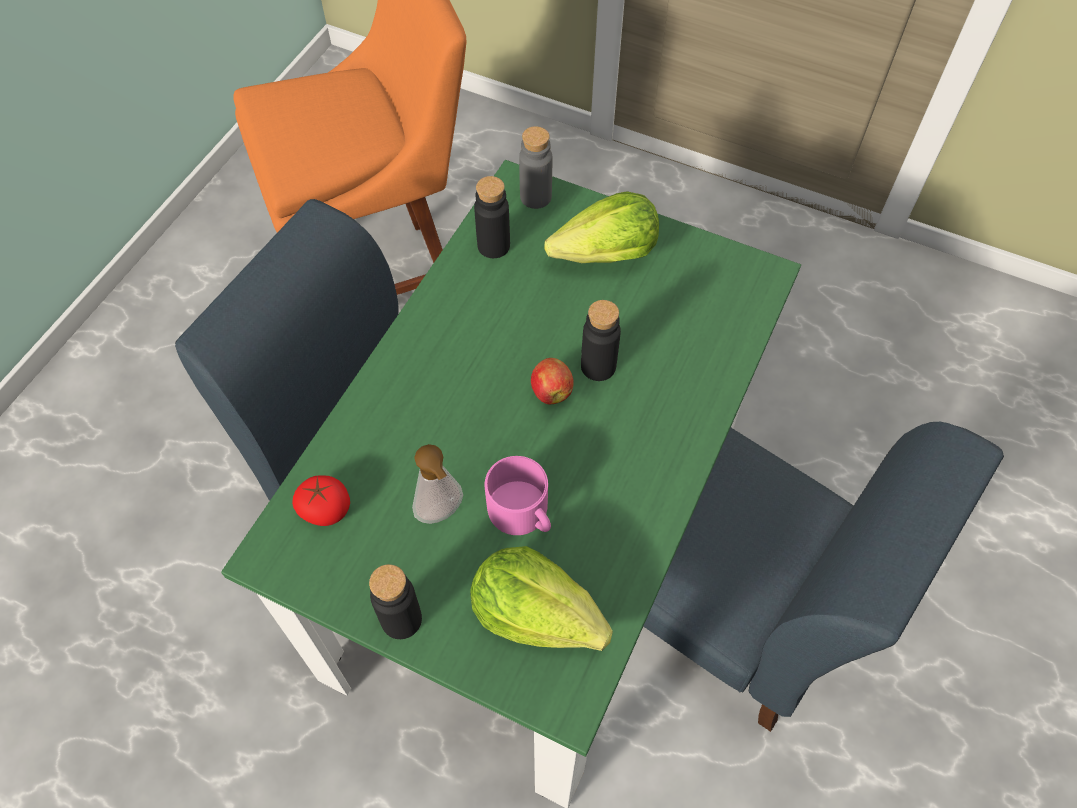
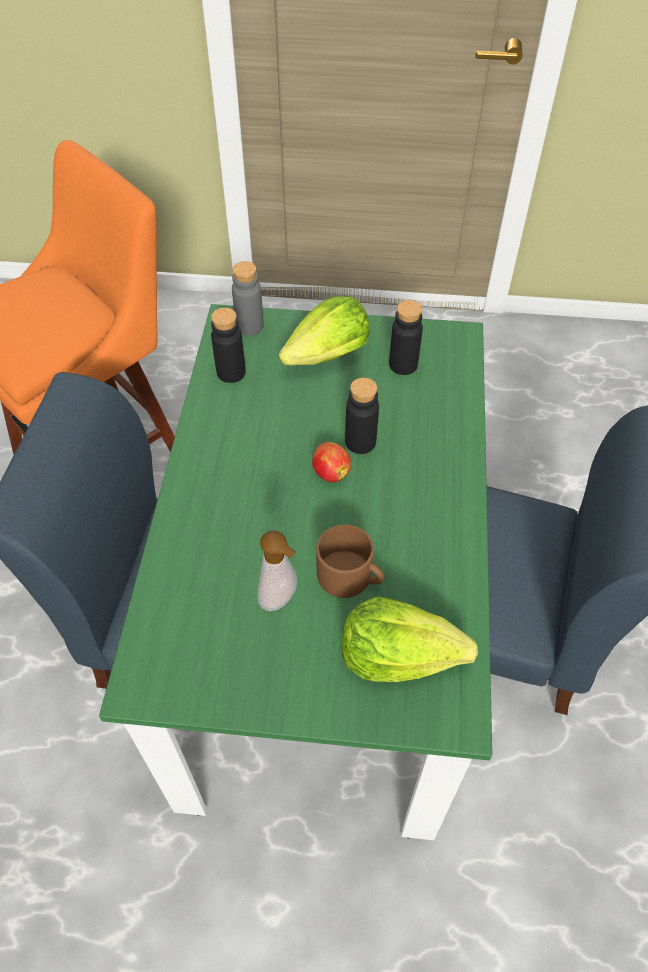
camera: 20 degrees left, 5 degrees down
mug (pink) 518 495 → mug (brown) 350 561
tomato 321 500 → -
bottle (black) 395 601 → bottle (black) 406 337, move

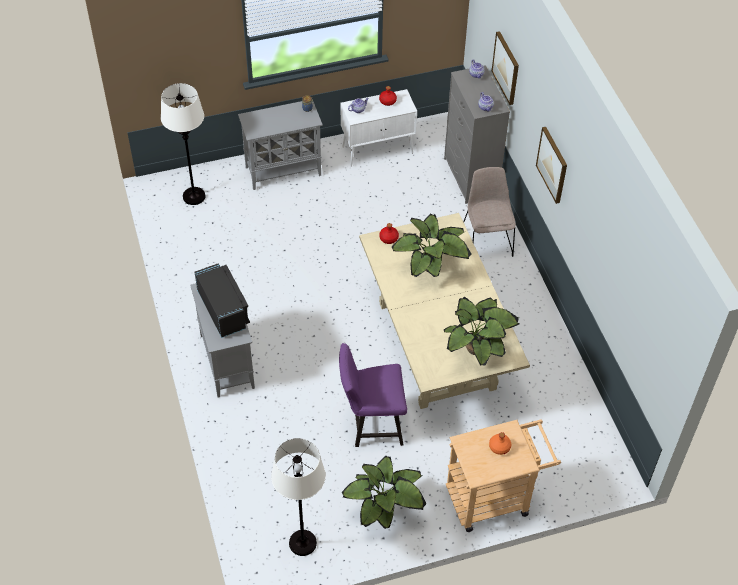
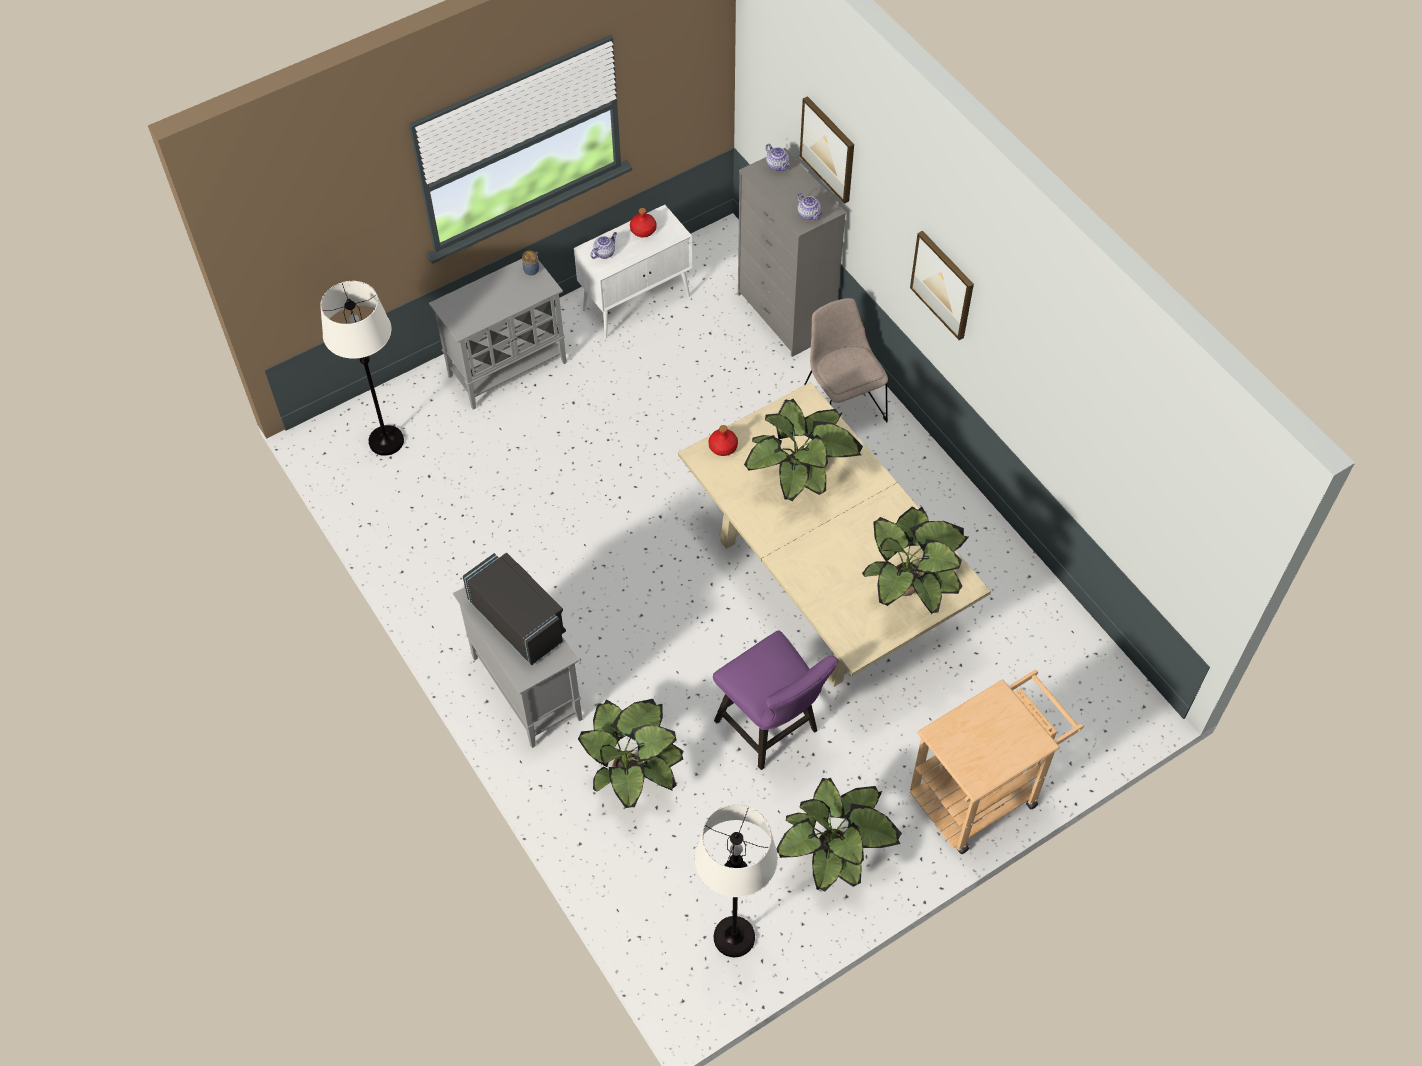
camera: 15 degrees left, 5 degrees up
chair (purple) 373 395 → chair (purple) 775 700, 105 degrees counterclockwise
bottle (orange) 500 443 → -
- → potted plant 631 753

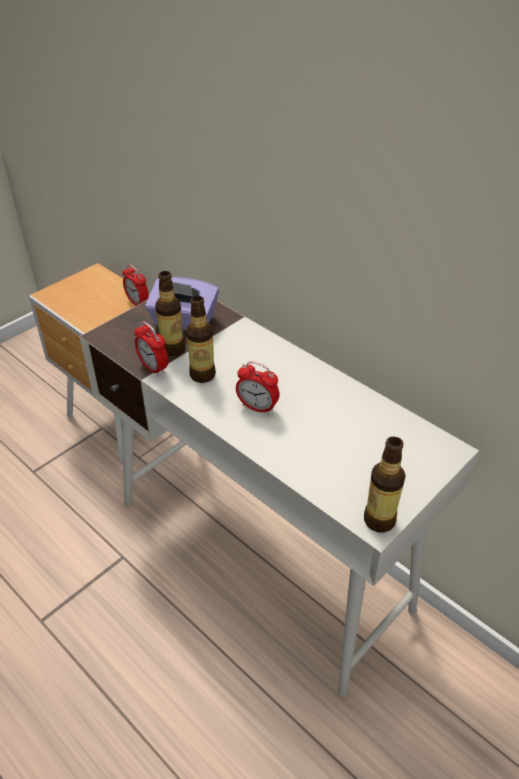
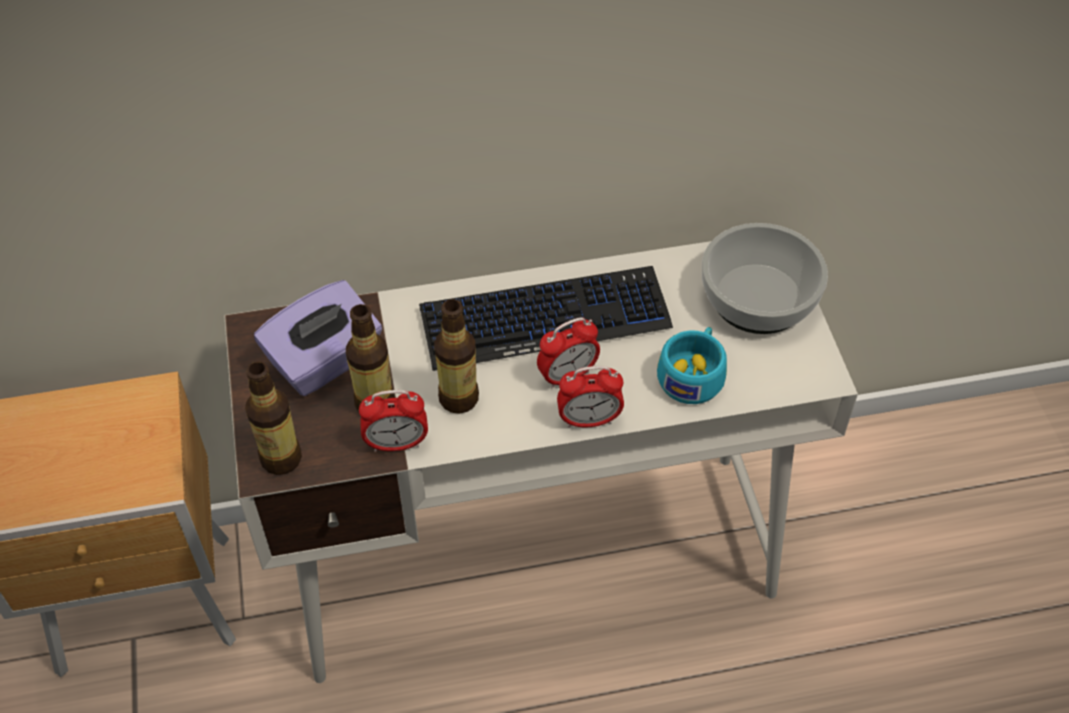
camera: 55 degrees left, 10 degrees up
alarm clock 135 285 → alarm clock 590 397, move
bottle 385 484 → bottle 273 418, move
- → bowl 765 278
- → keyboard 546 318
- → cup (turquoise) 692 365

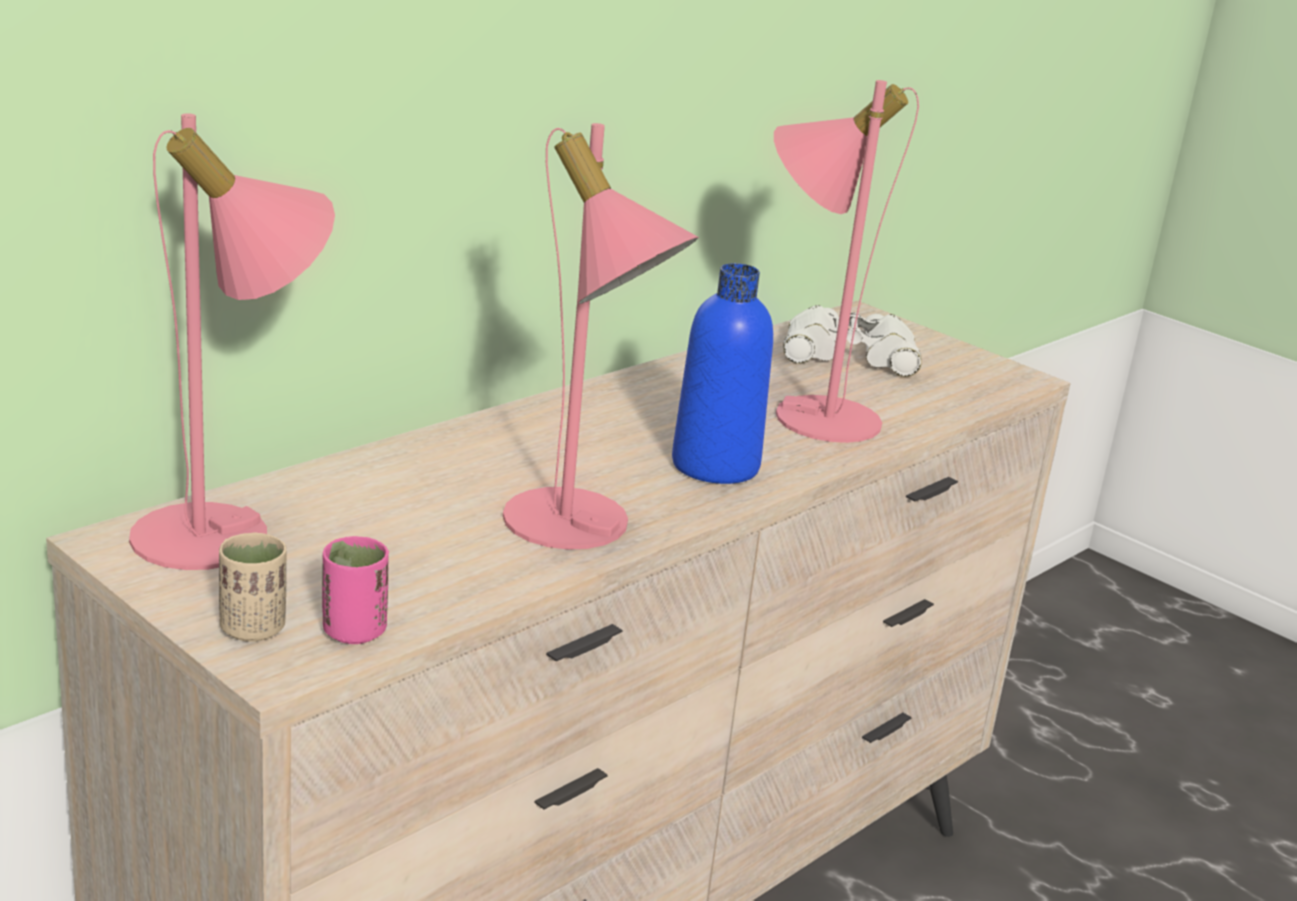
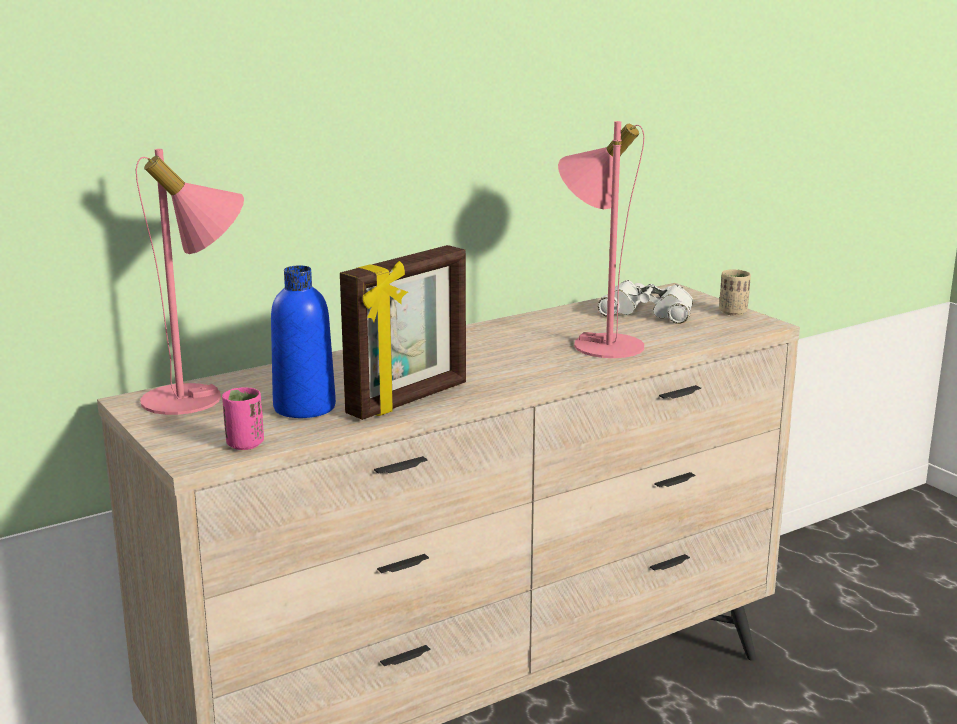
camera: 15 degrees right, 5 degrees down
table lamp (pink) 601 336 → picture frame 403 332
bottle (blue) 722 373 → bottle (blue) 303 341, move
cup (beige) 253 587 → cup (beige) 735 292, move

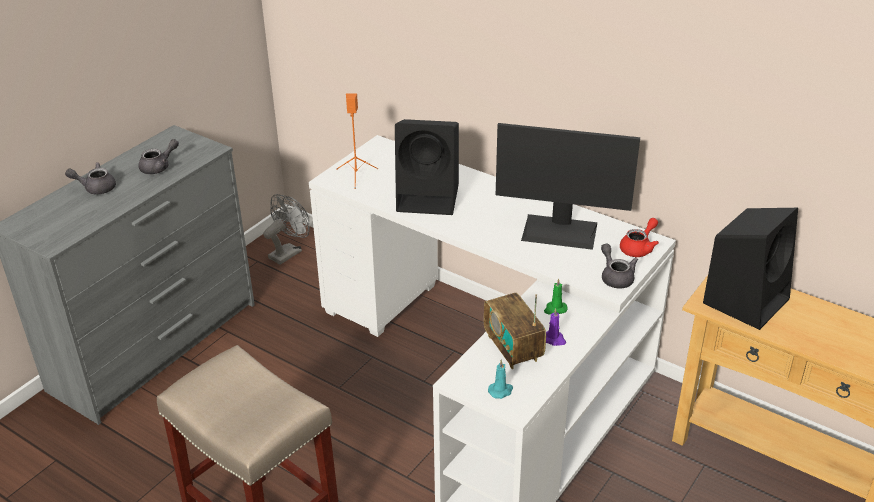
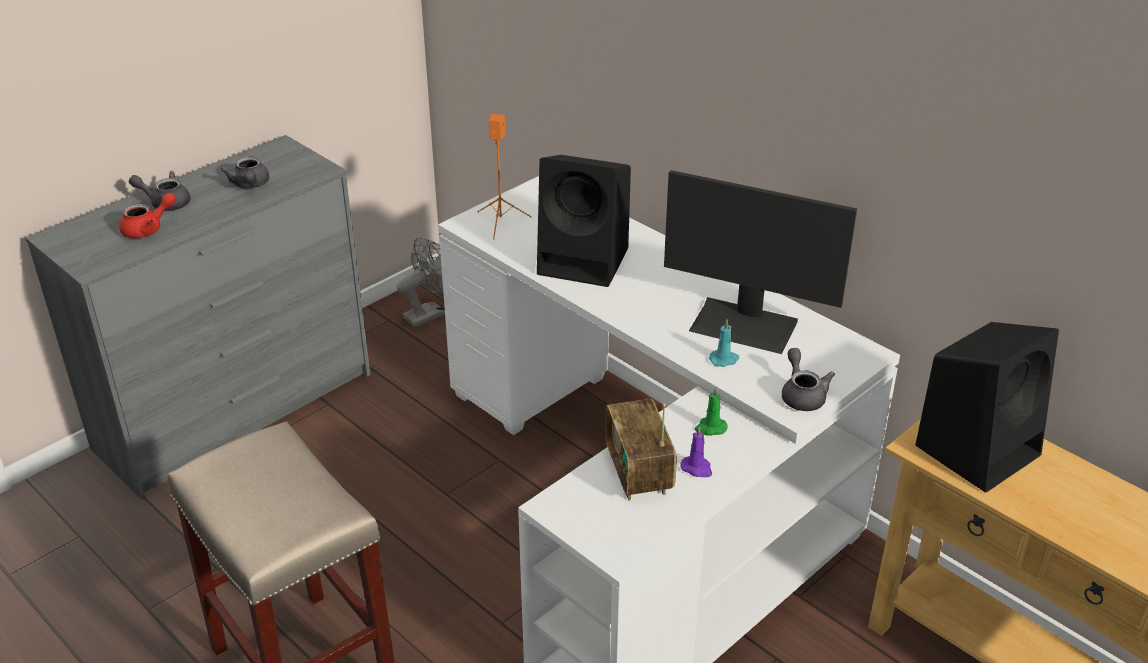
camera: 10 degrees right, 0 degrees up
teapot (grey) 159 156 → teapot (grey) 245 172, 105 degrees clockwise
teapot (red) 639 237 → teapot (red) 147 215, move
candle (turquoise) 500 379 → candle (turquoise) 724 343, move

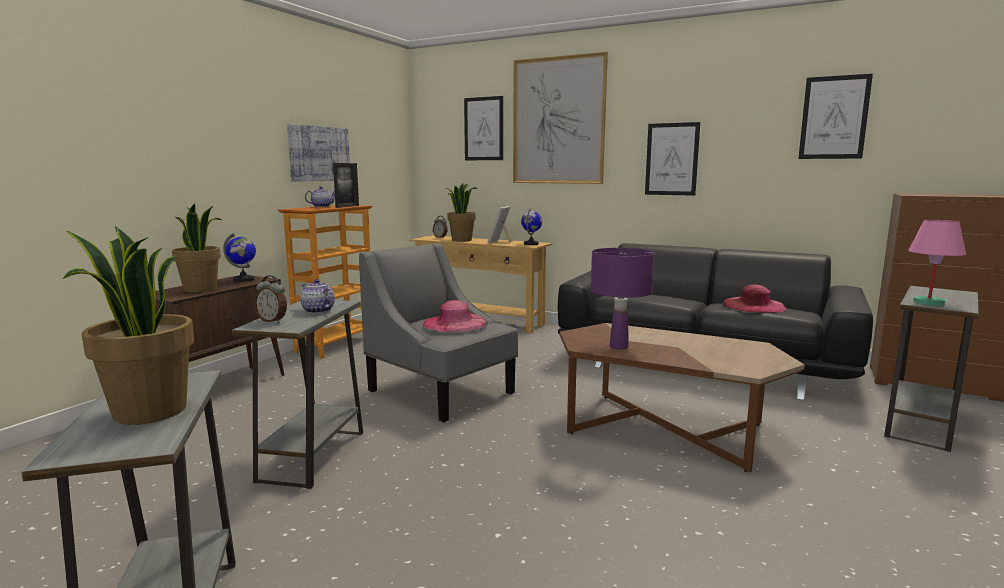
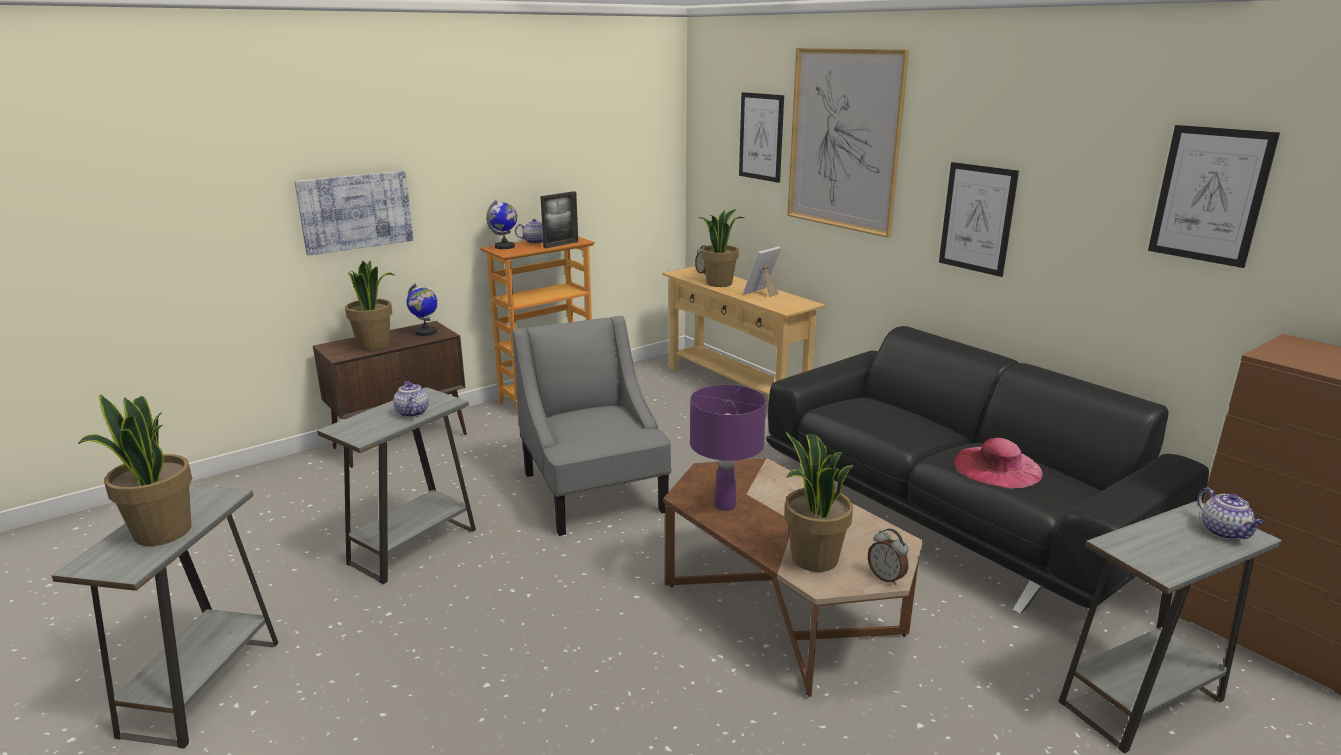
camera: 25 degrees right, 10 degrees up
picture 318 153 → picture 353 213, move
globe 531 227 → globe 501 224, move
table lamp (pink) 937 263 → -
alarm clock 270 299 → alarm clock 888 556, move
hat (pink) 455 316 → -
- → potted plant 819 502
- → teapot 1231 513

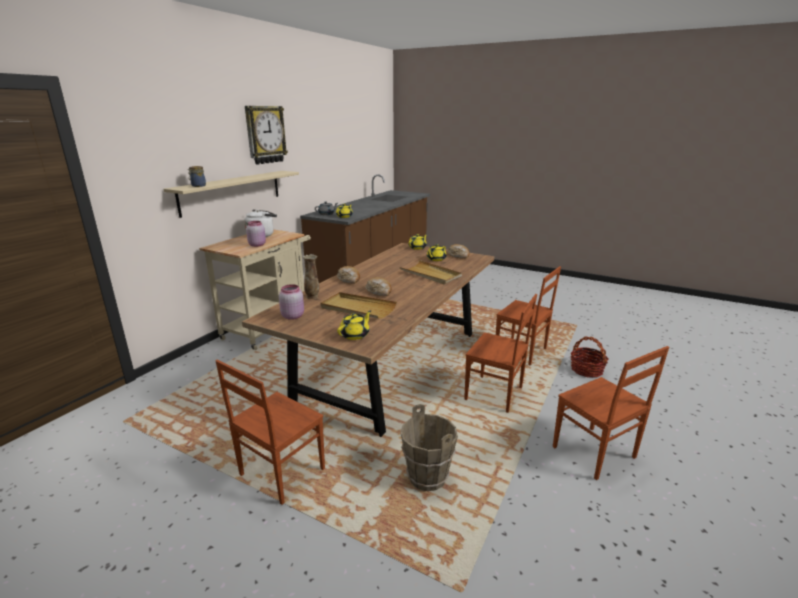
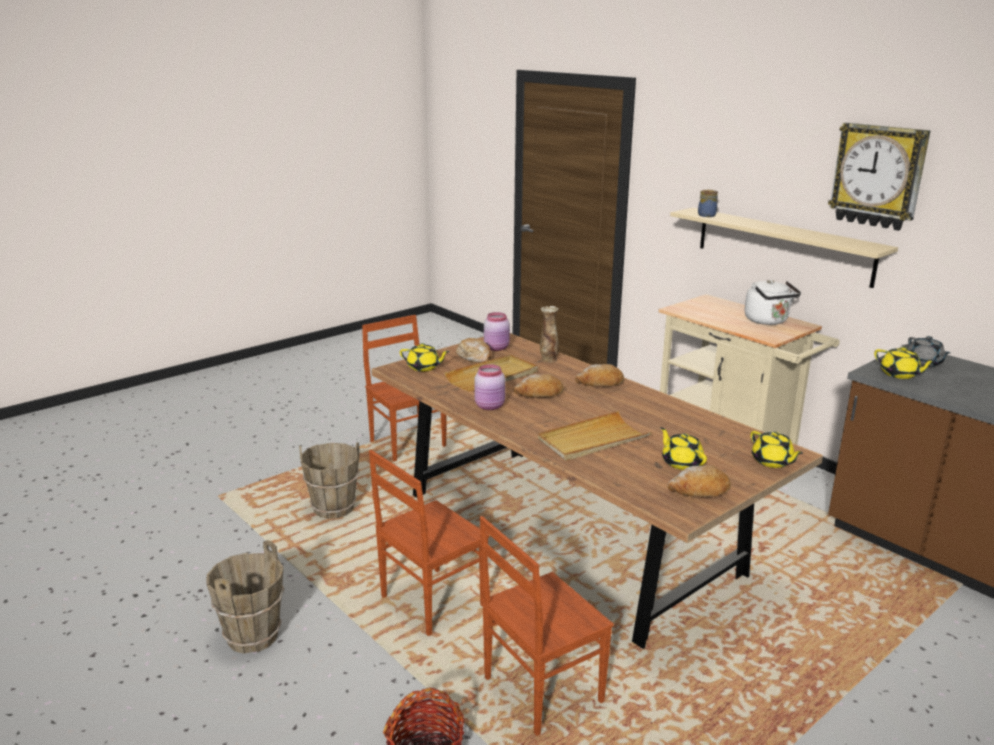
camera: 110 degrees right, 0 degrees up
jar (pink) 256 234 → jar (pink) 489 387, move
teapot (yellow) 354 325 → teapot (yellow) 425 357, 45 degrees counterclockwise
chair (brown) 611 413 → bucket (brown) 245 597
- → bread 473 350

